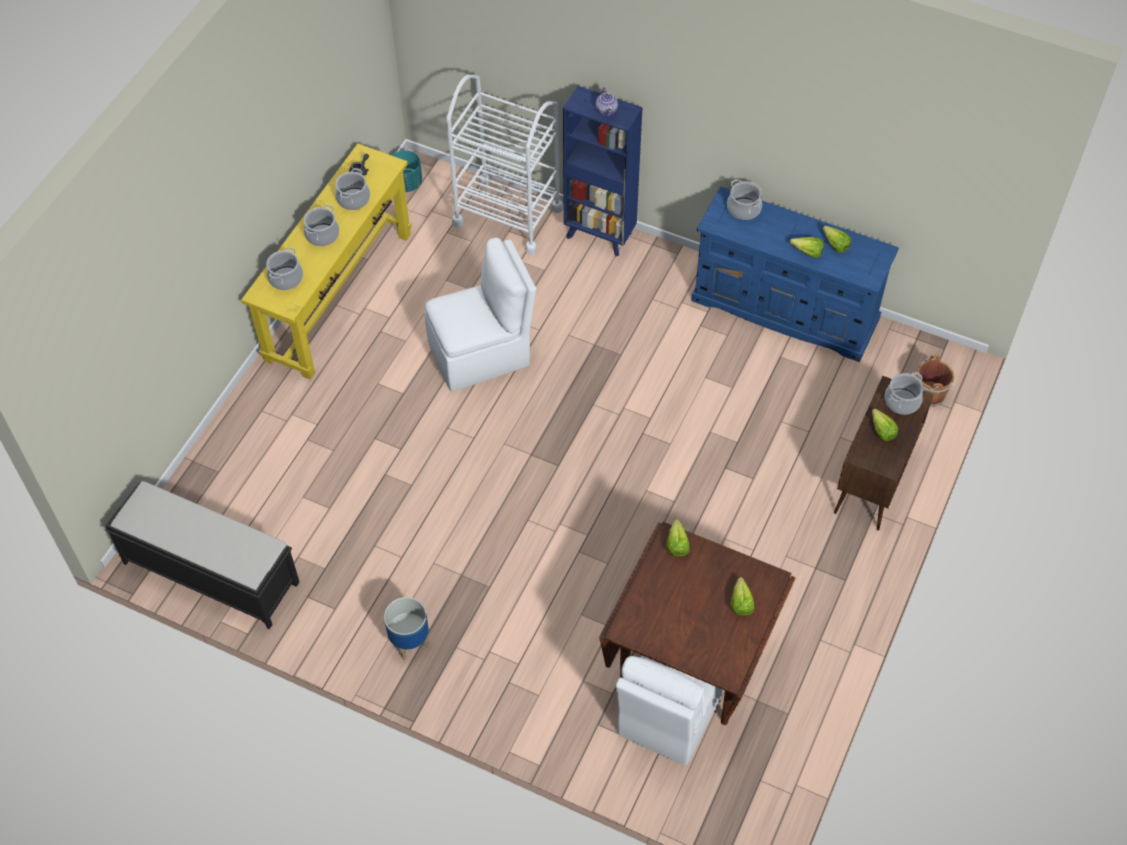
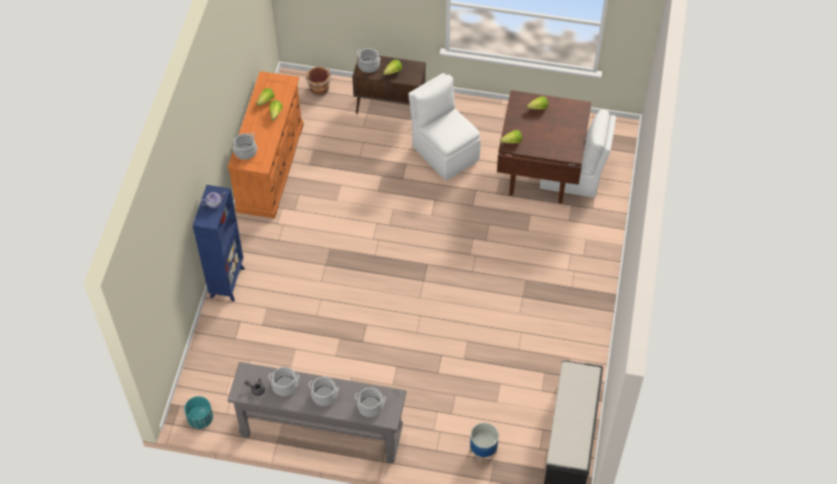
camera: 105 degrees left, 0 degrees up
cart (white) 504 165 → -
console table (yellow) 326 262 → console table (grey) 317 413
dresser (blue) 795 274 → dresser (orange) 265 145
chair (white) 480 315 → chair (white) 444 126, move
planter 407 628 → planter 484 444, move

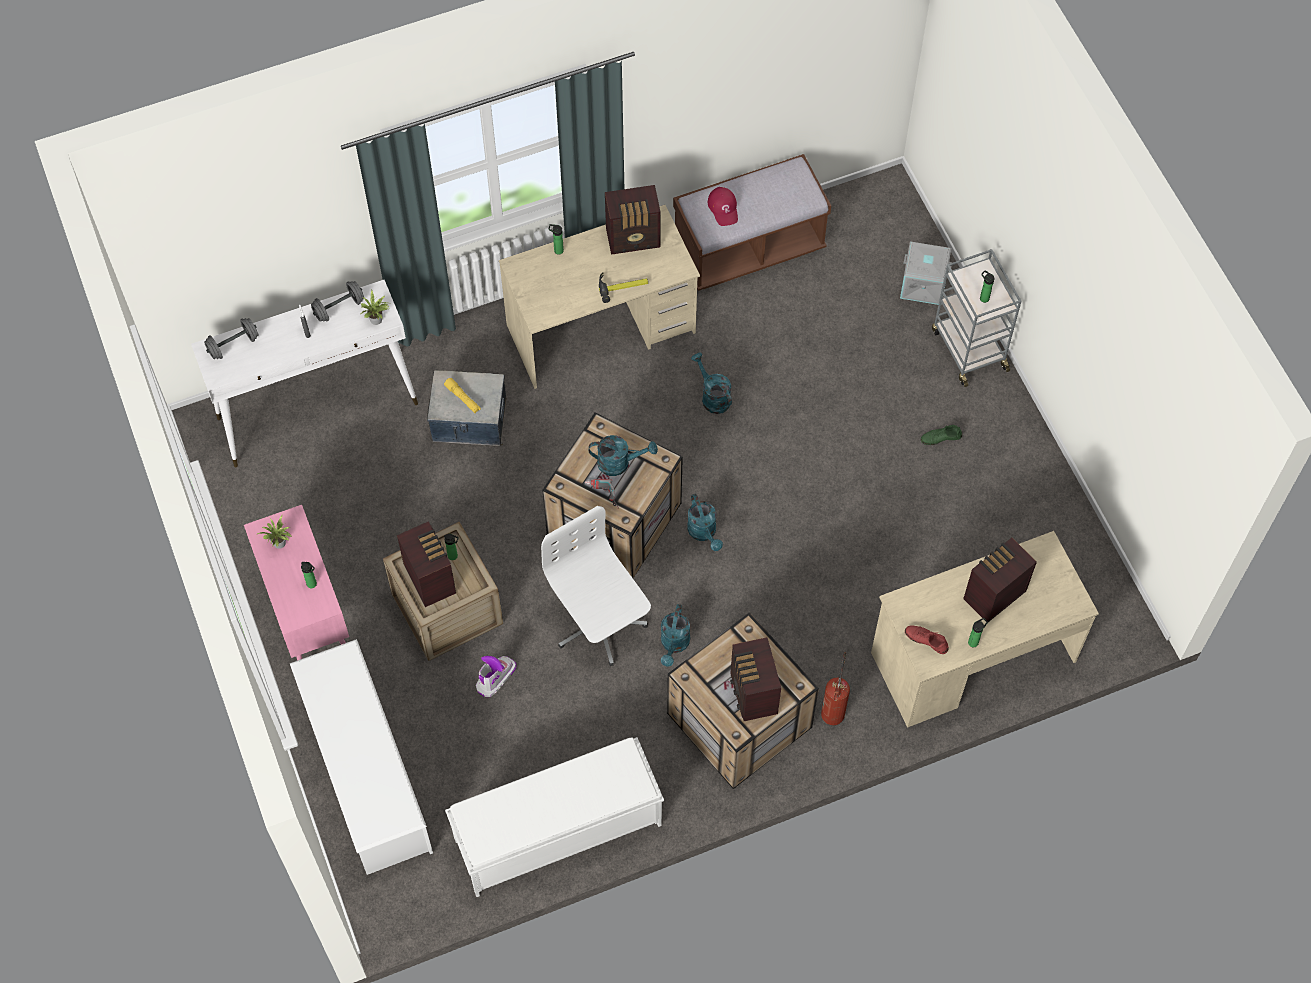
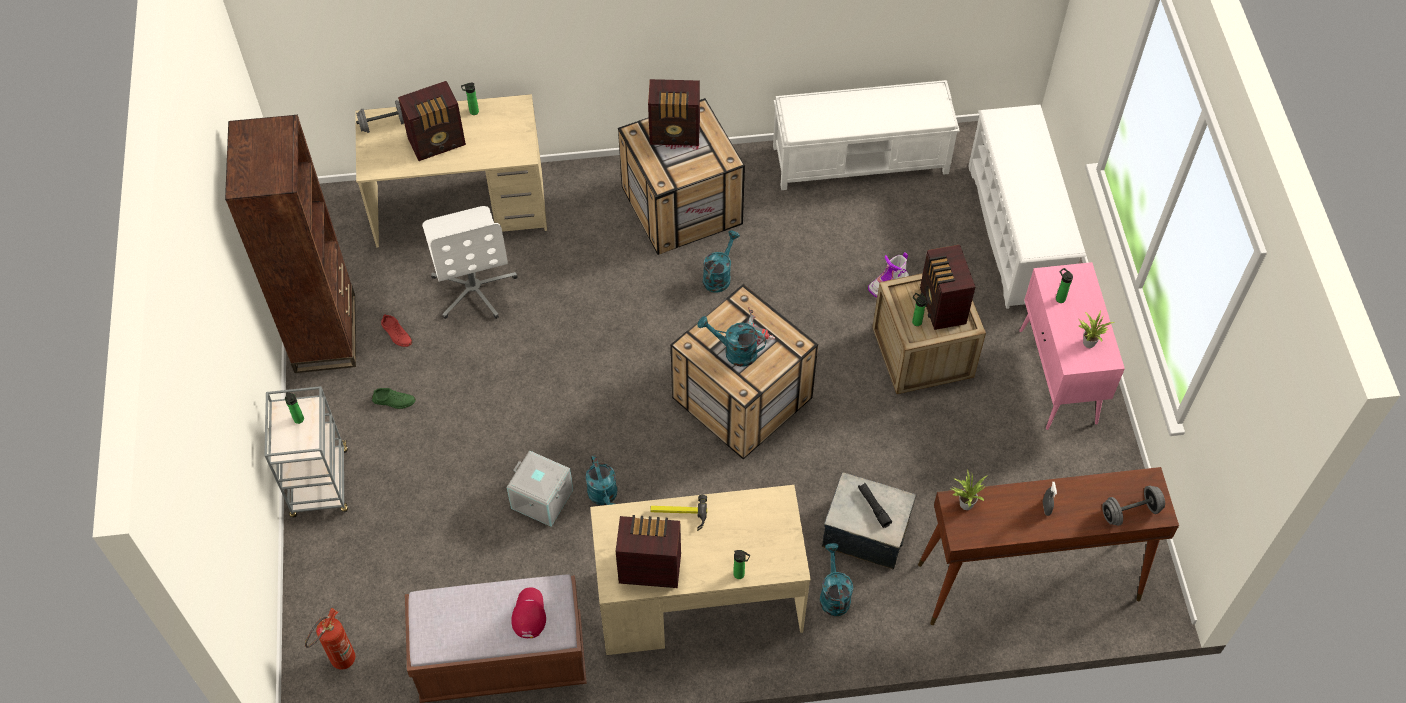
camera: 165 degrees left, 5 degrees down
storage box (grey) 926 273 → storage box (grey) 539 488, move
console table (white) 304 373 → console table (brown) 1048 546
dumbbell (grey) 337 301 → dumbbell (grey) 380 116, move
flashlight (yellow) 462 396 → flashlight (black) 875 505
watering can (turquoise) 705 522 → watering can (turquoise) 836 579, move
office chair (white) 596 586 → office chair (white) 470 262, move
shoe (red) 927 640 → shoe (red) 397 331, move
radio 755 679 → radio 674 112, 90 degrees clockwise
fire extinguisher 835 688 → fire extinguisher 330 639, move
- → bookcase (brown) 290 244

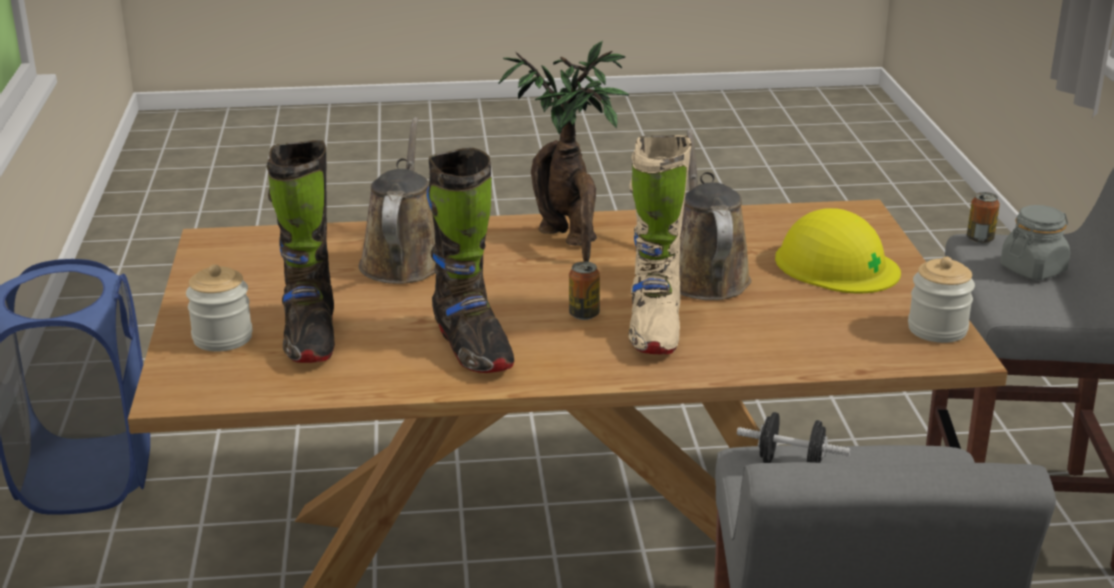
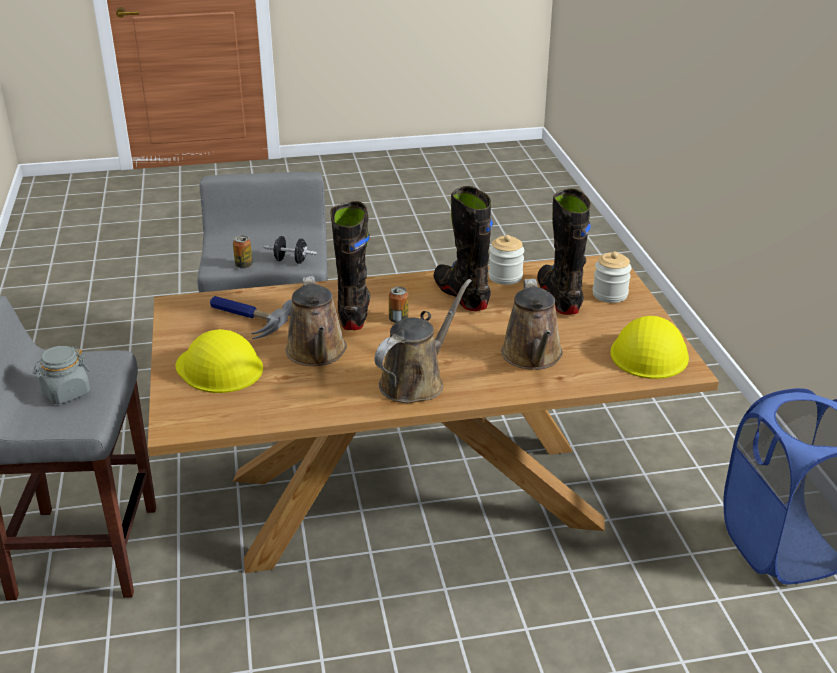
camera: 175 degrees right, 5 degrees up
potted plant 563 151 → watering can (brown) 423 341
boot (beige) 660 244 → boot (black) 350 265
can 983 218 → can 243 252, move
jar 941 300 → jar 506 260, move
- → hammer 251 317
- → hard hat (yellow) 649 347

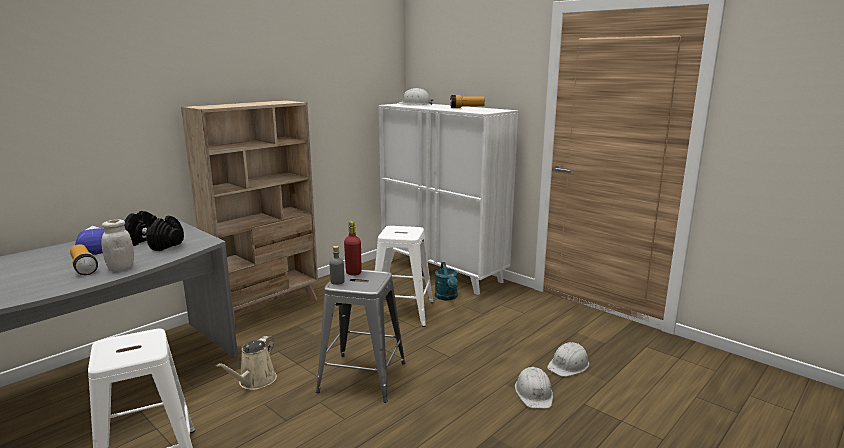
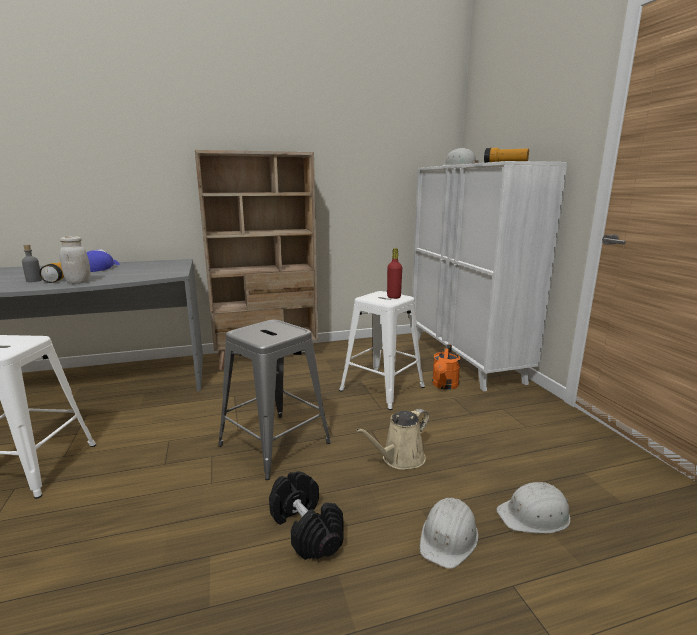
camera: 30 degrees right, 0 degrees up
dumbbell (black) 154 231 → dumbbell (black) 306 515, move
bottle (red) 353 248 → bottle (red) 394 273, move
bottle (grey) 337 265 → bottle (grey) 32 263, move
watering can (turquoise) 446 281 → watering can (orange) 446 367
watering can (beige) 246 363 → watering can (beige) 393 439, move

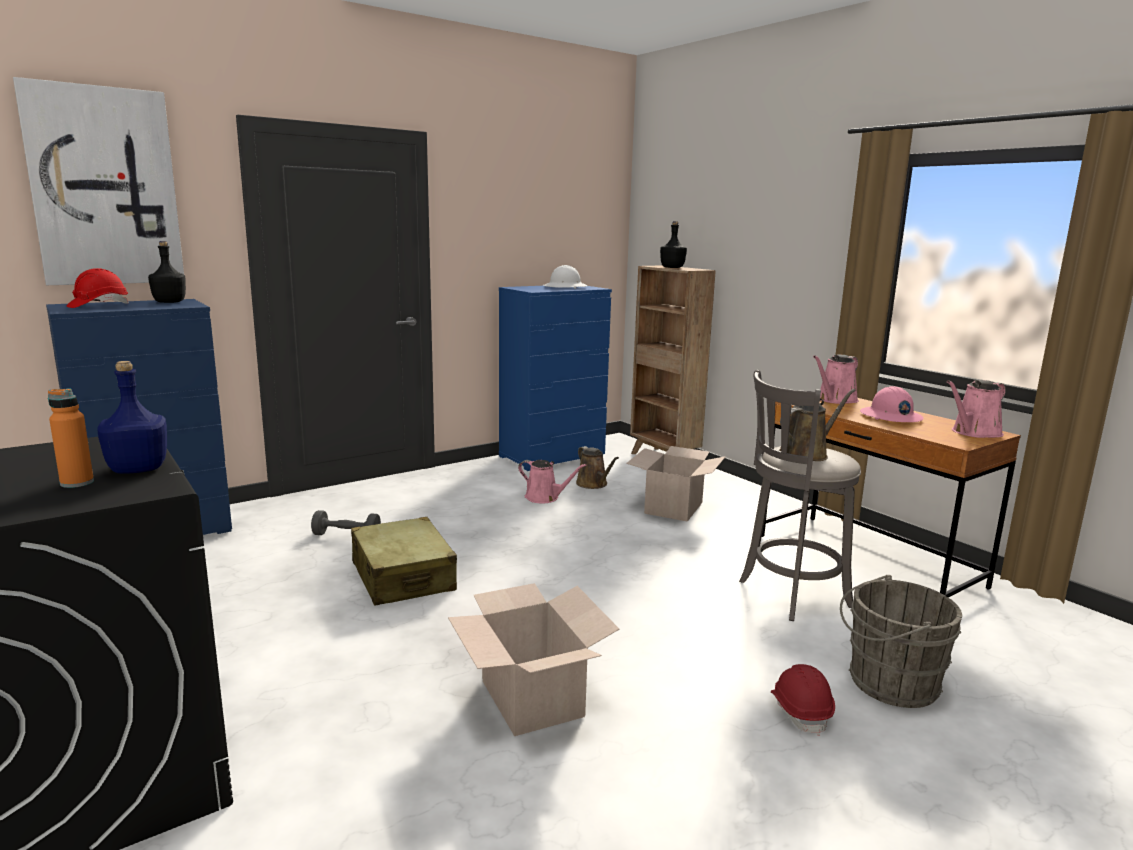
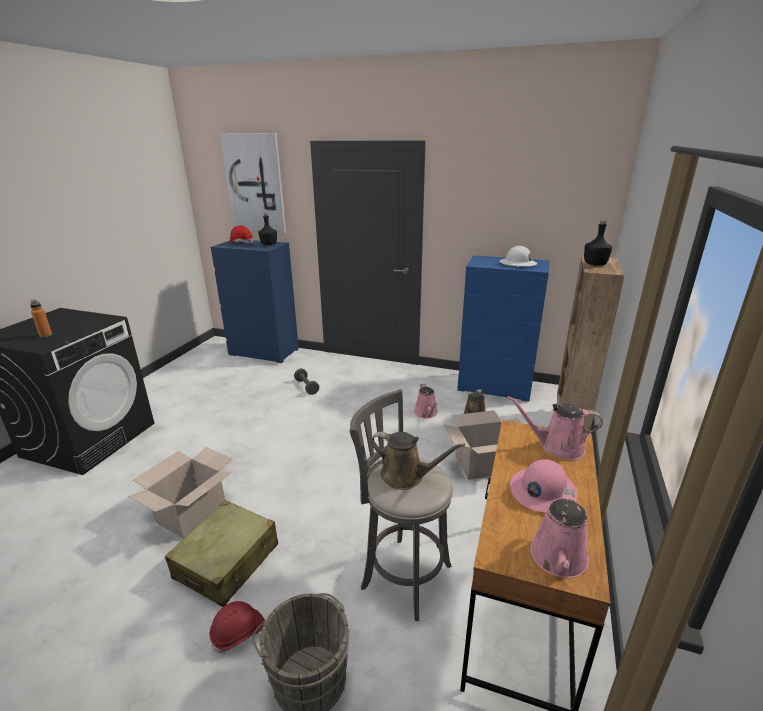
camera: 55 degrees right, 10 degrees up
bottle (blue) 132 417 → -
watering can (pink) 976 409 → watering can (pink) 559 532, 90 degrees counterclockwise
suitcase (beige) 404 561 → suitcase (beige) 221 553, move

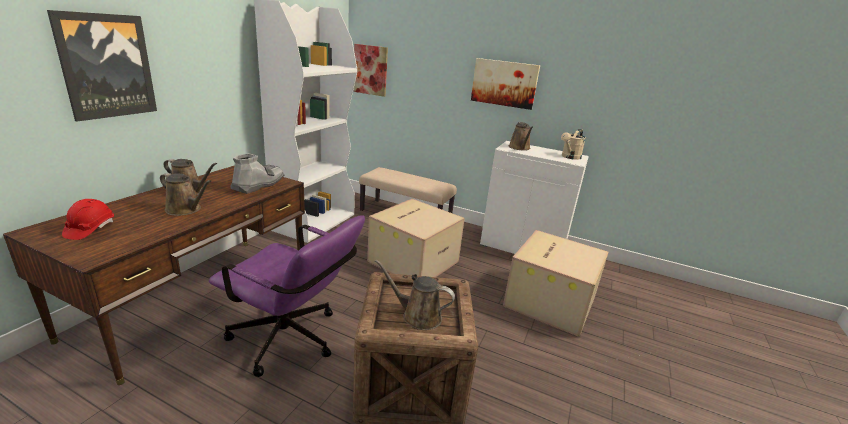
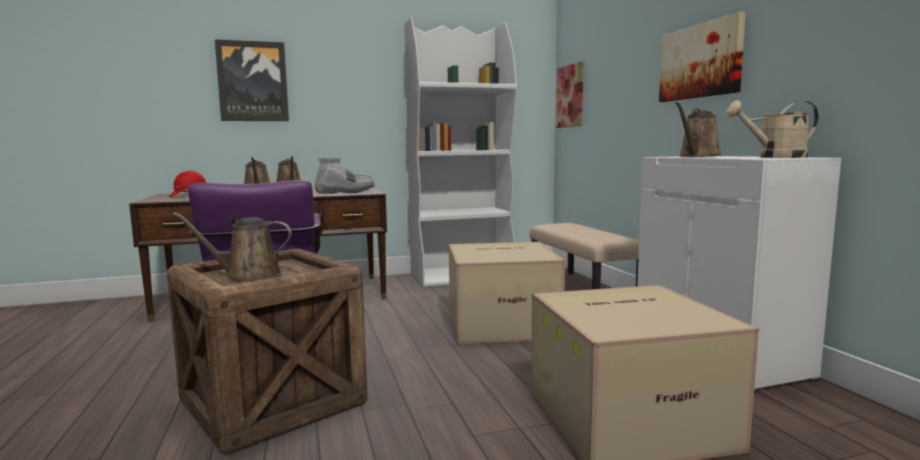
camera: 50 degrees right, 15 degrees down
watering can (brown) 415 295 → watering can (brown) 232 246, 75 degrees counterclockwise

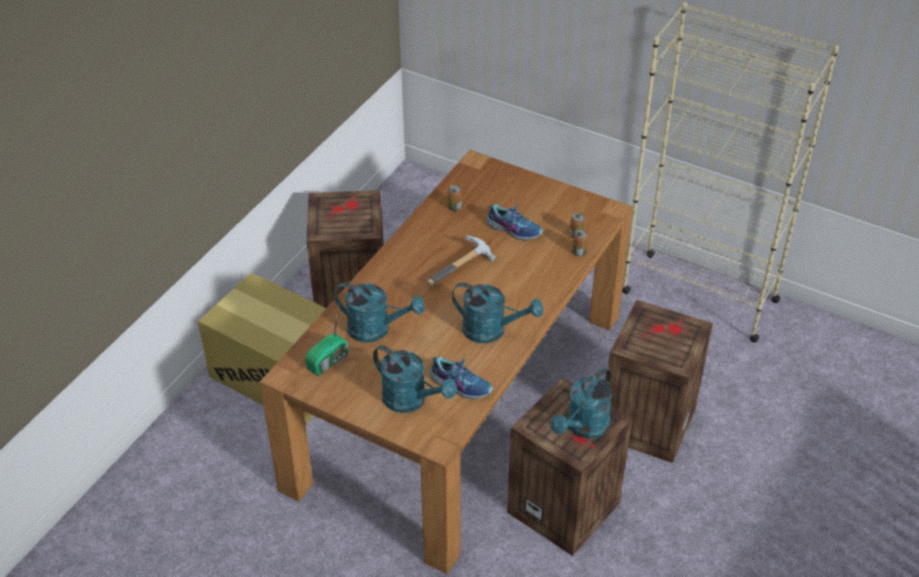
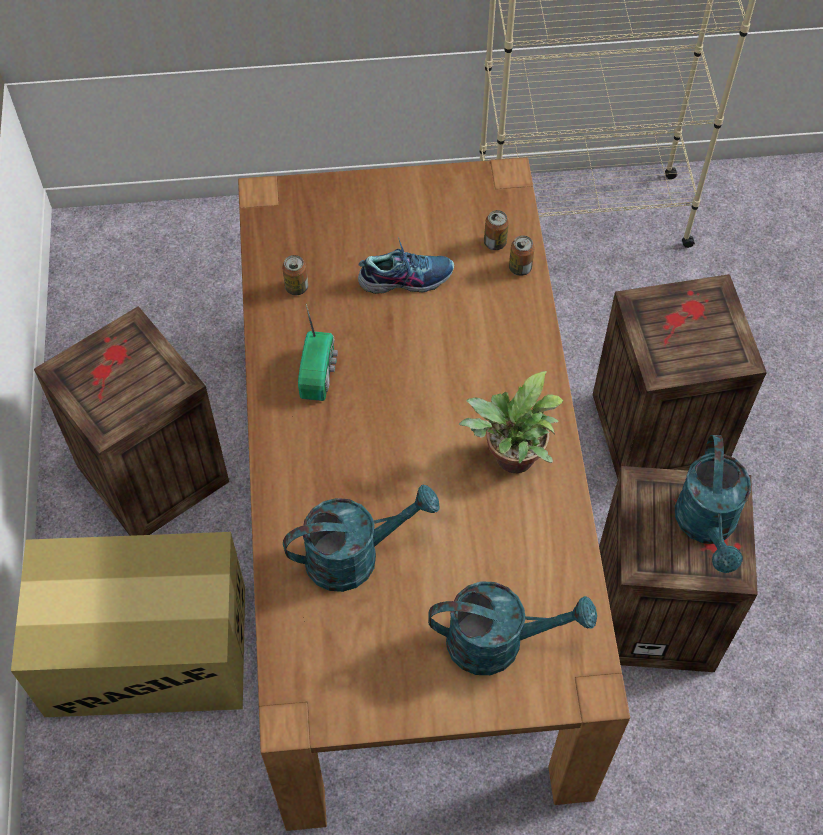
camera: 35 degrees left, 15 degrees up
hammer 462 261 → -
watering can (turquoise) 497 313 → potted plant 510 422
radio 327 345 → radio 318 352, move
shoe 461 377 → -

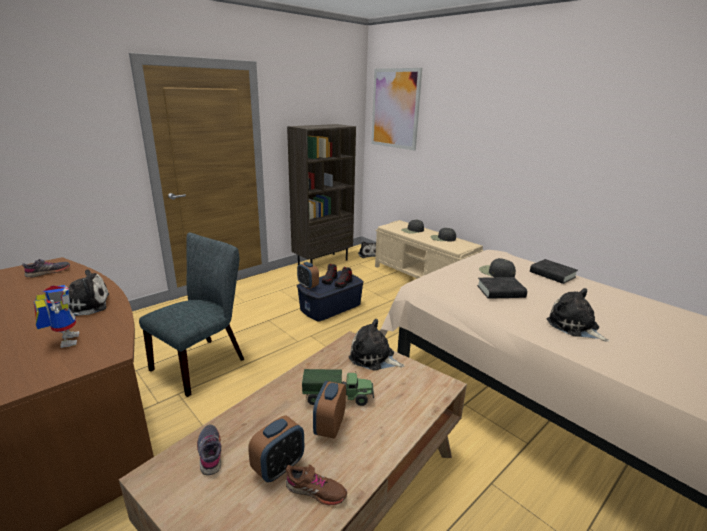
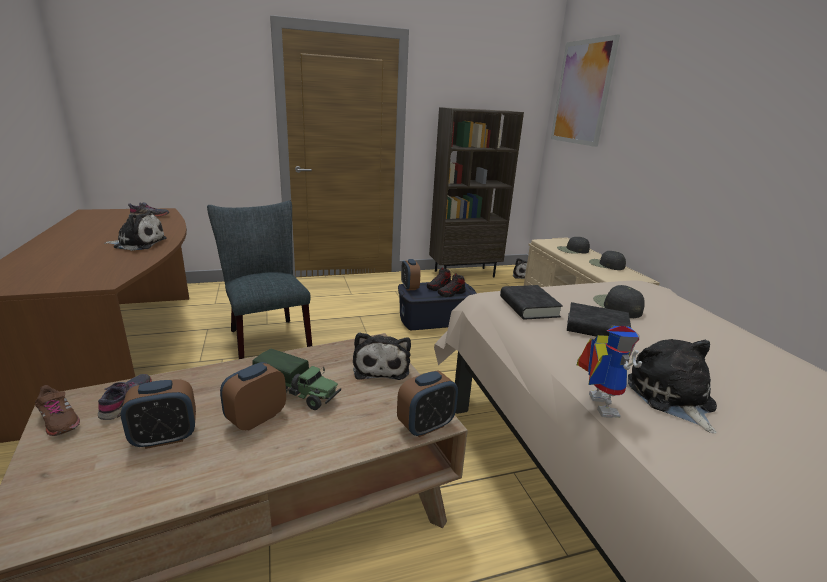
camera: 25 degrees right, 0 degrees up
chair (grey) 191 314 → chair (grey) 259 280, 90 degrees counterclockwise
book (black) 554 271 → book (black) 531 302, move
toy robot 56 316 → toy robot 609 372, move
plush toy 377 345 → plush toy 382 356, 150 degrees counterclockwise
shoe (brown) 316 484 → shoe (brown) 57 410, move
- → alarm clock 427 403

